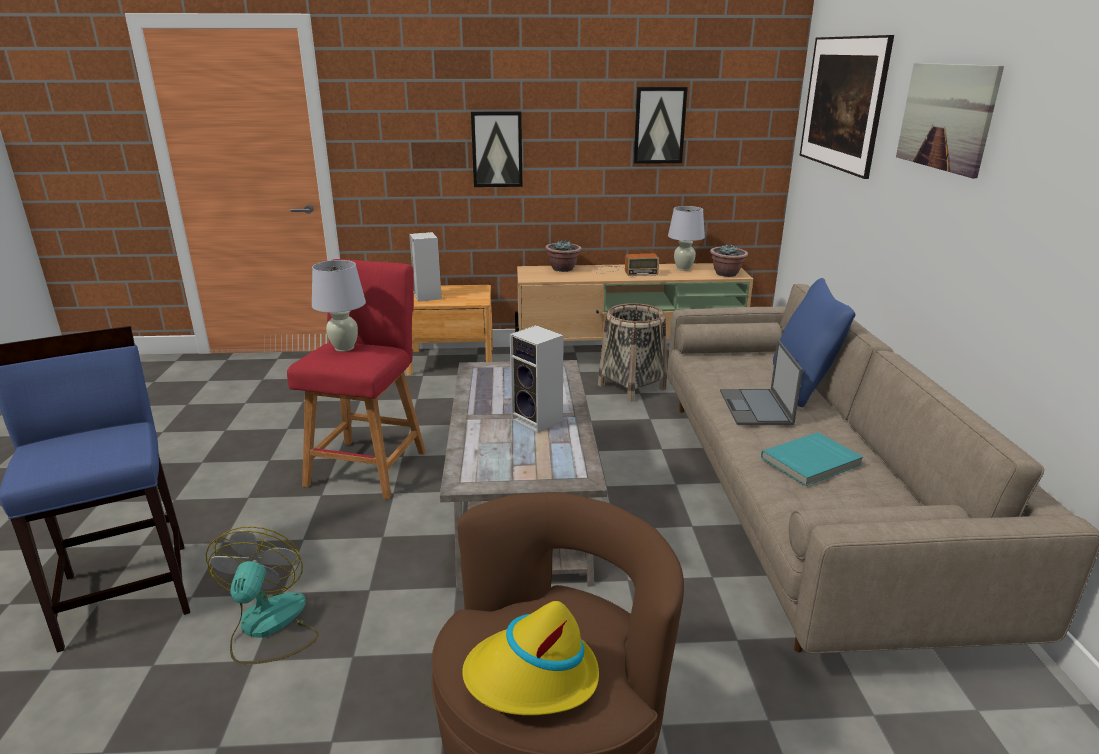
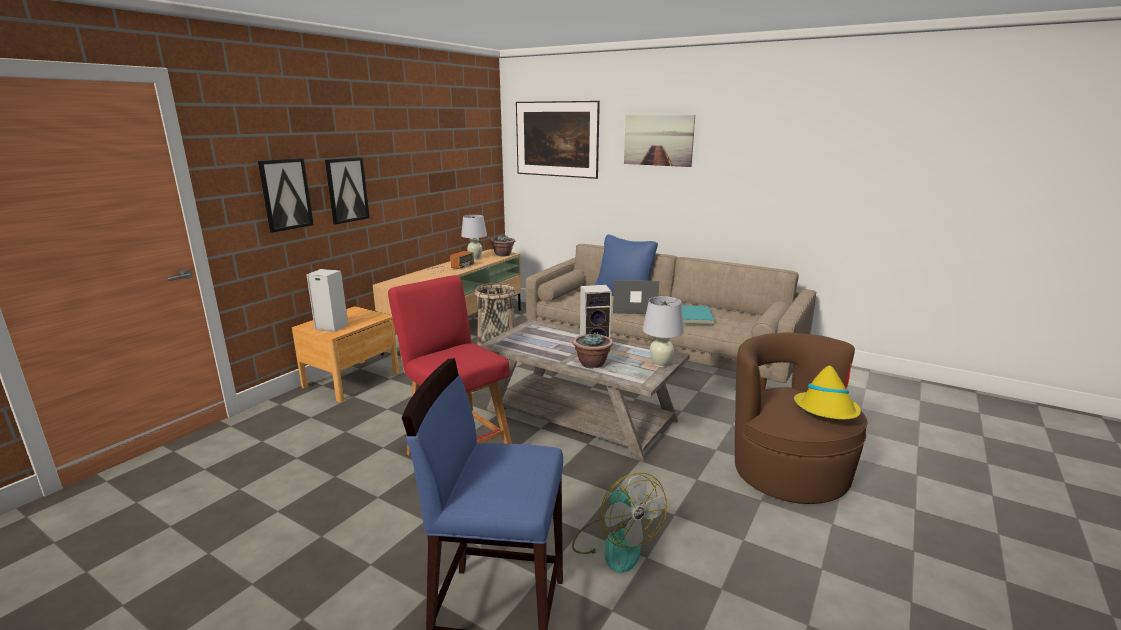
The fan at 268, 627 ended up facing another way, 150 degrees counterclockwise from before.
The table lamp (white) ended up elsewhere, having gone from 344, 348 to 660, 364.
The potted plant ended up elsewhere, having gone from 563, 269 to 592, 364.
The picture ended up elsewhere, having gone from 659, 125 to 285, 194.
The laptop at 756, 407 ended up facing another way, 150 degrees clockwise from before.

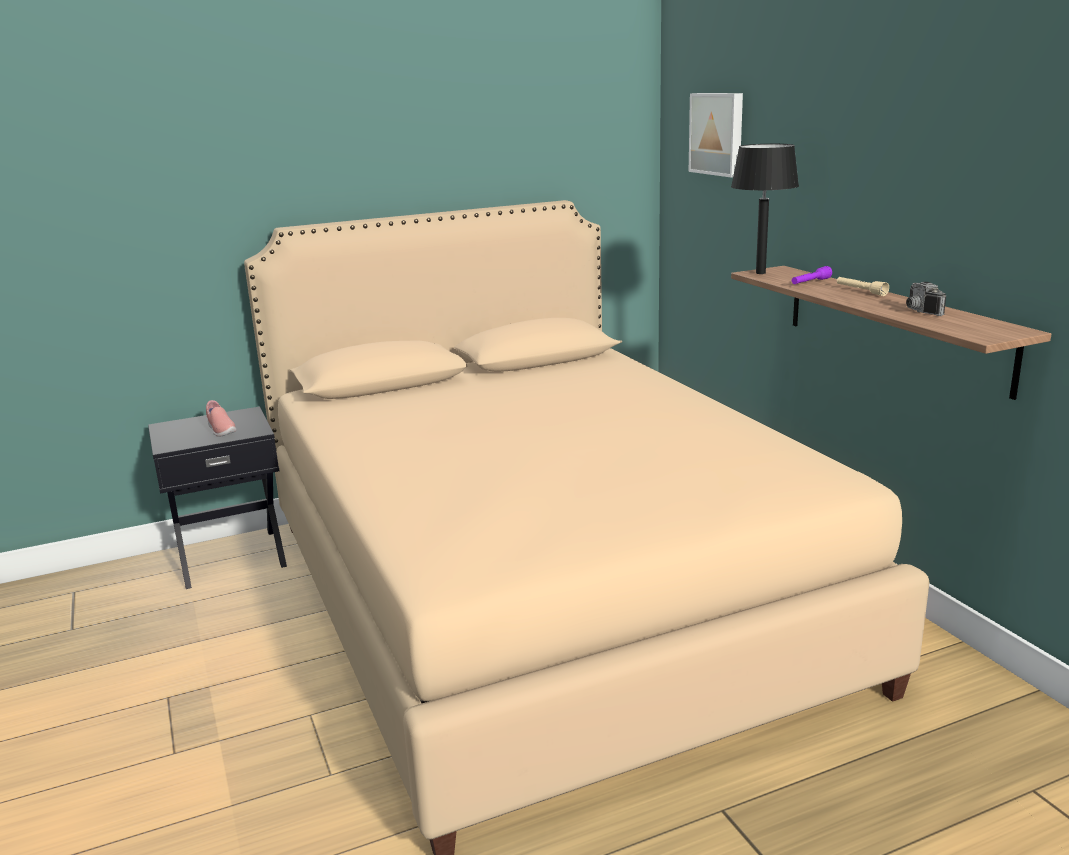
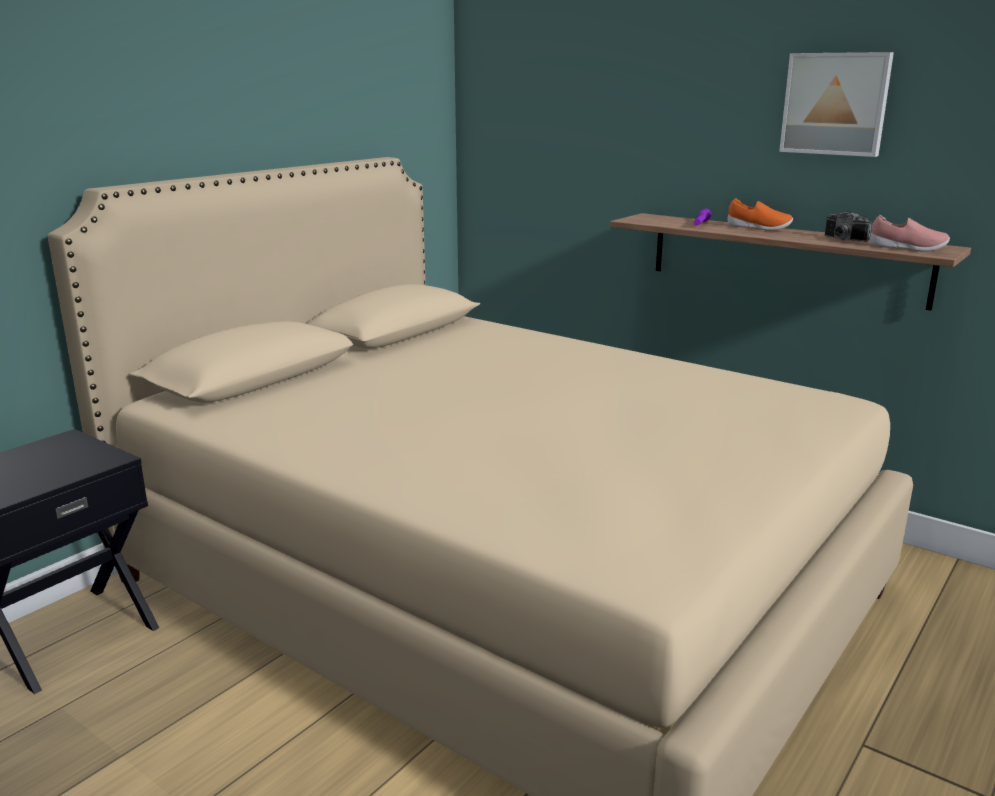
The shoe (pink) ended up elsewhere, having gone from 221, 430 to 907, 248.
The picture ended up elsewhere, having gone from 718, 134 to 835, 104.
The second view lost the table lamp (black) at 760, 273.
Where the flashlight (beige) stood at 860, 291, the shoe (orange) came to stand at 758, 228.

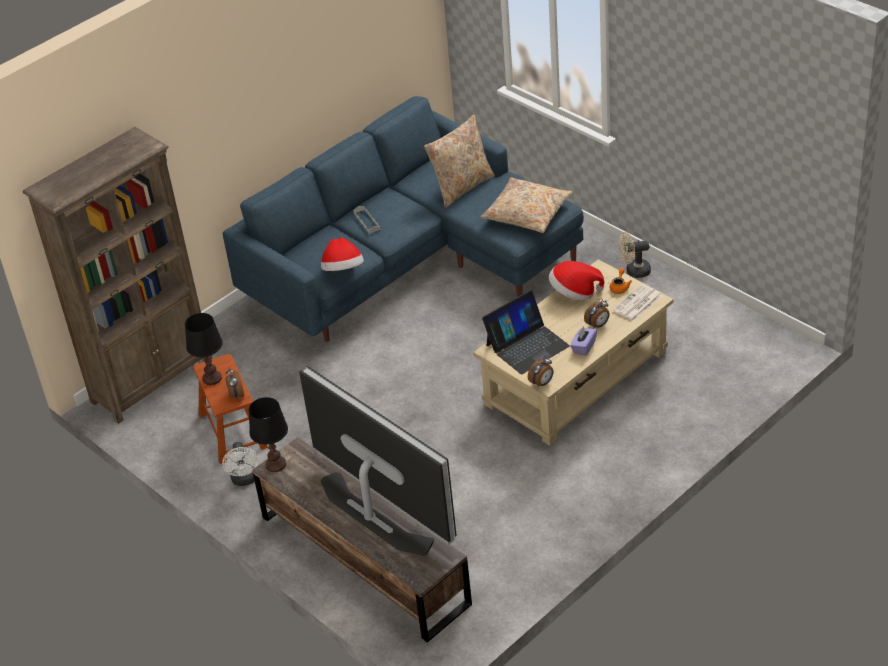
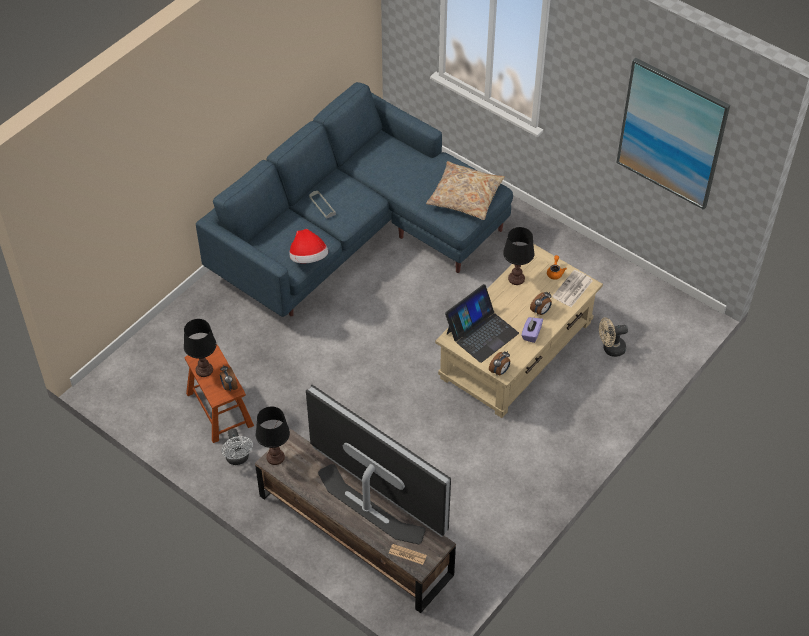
The second view lost the bookcase (brown) at 153, 380.
The second view lost the pillow (beige) at 462, 187.
Where the hat stood at 574, 293, the table lamp (black) came to stand at 516, 278.
The fan (beige) ended up elsewhere, having gone from 634, 271 to 610, 349.
The second view gained the newspaper at 407, 554.
The second view gained the picture at 671, 133.

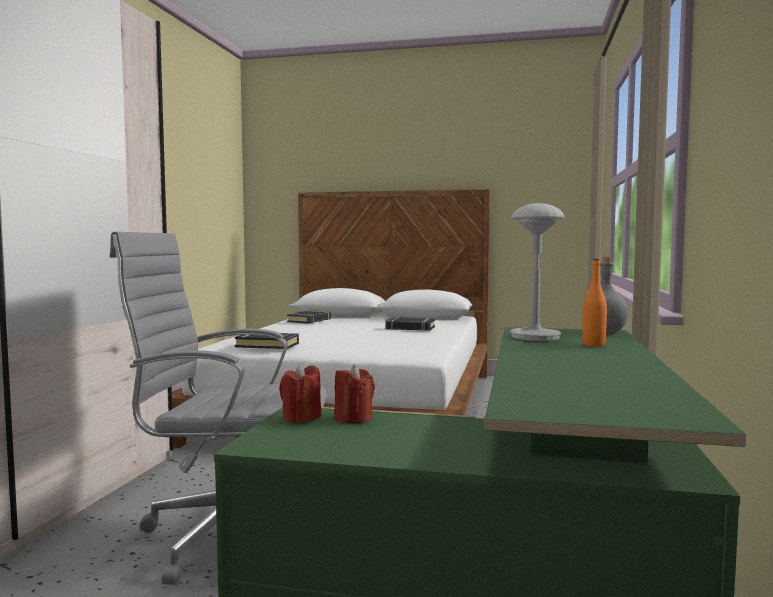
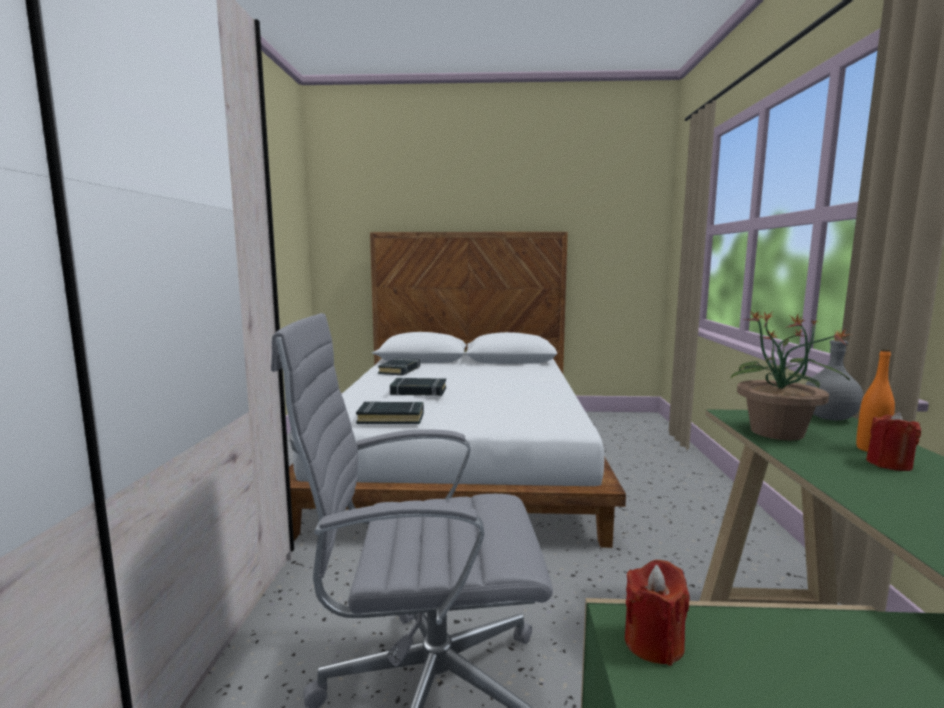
The candle (red) ended up elsewhere, having gone from 353, 418 to 889, 464.
The book (black) ended up elsewhere, having gone from 410, 328 to 418, 391.
Where the table lamp (grey) stood at 534, 337, the potted plant came to stand at 777, 433.

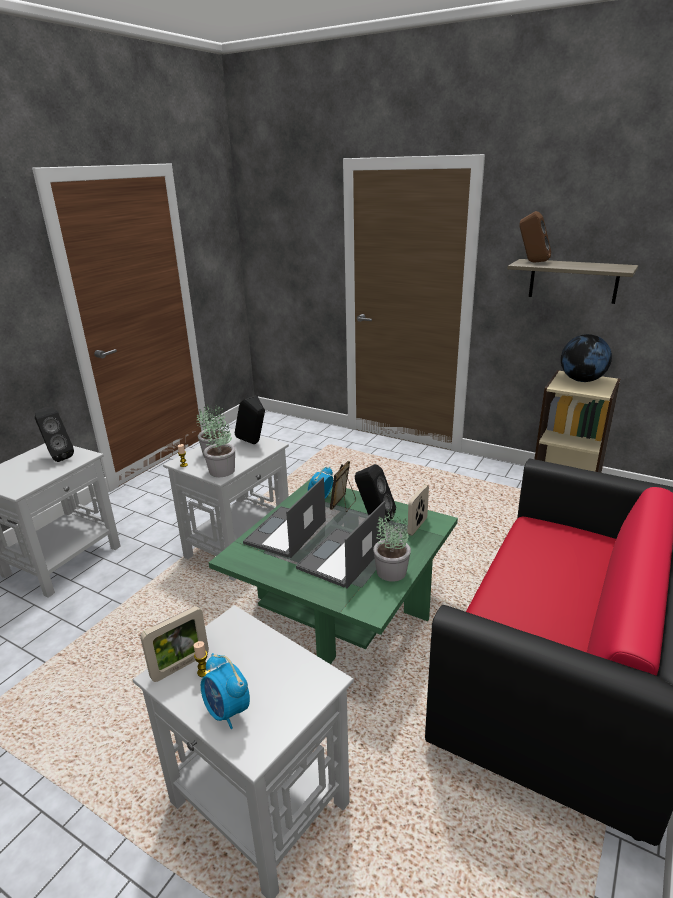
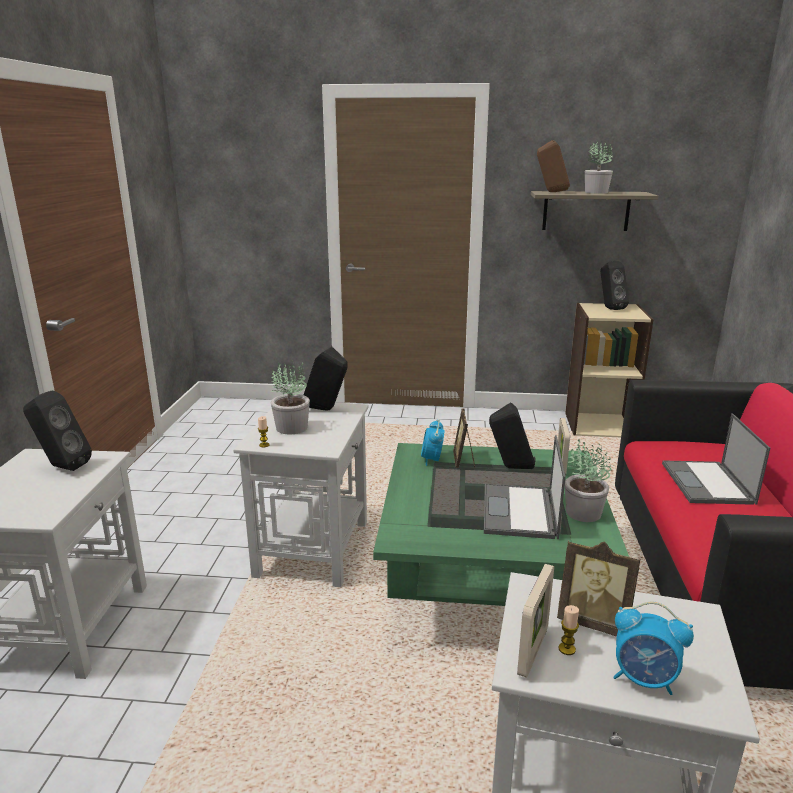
The potted plant ended up elsewhere, having gone from 221, 471 to 595, 192.
The laptop ended up elsewhere, having gone from 285, 533 to 708, 483.
Where the globe stood at 581, 380, the speaker (black) came to stand at 609, 308.
The second view gained the picture frame at 593, 621.

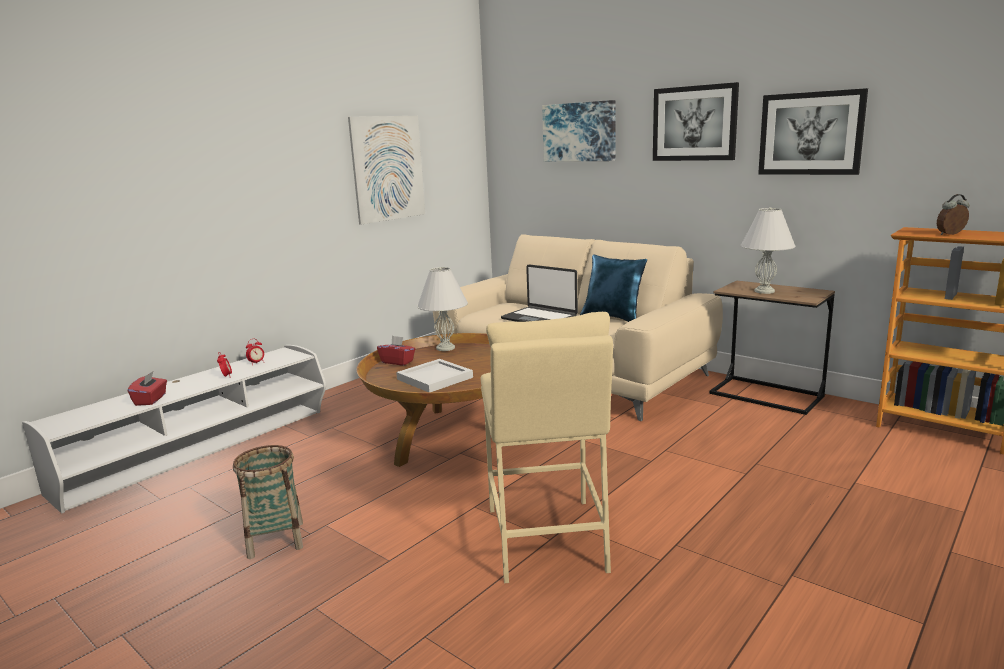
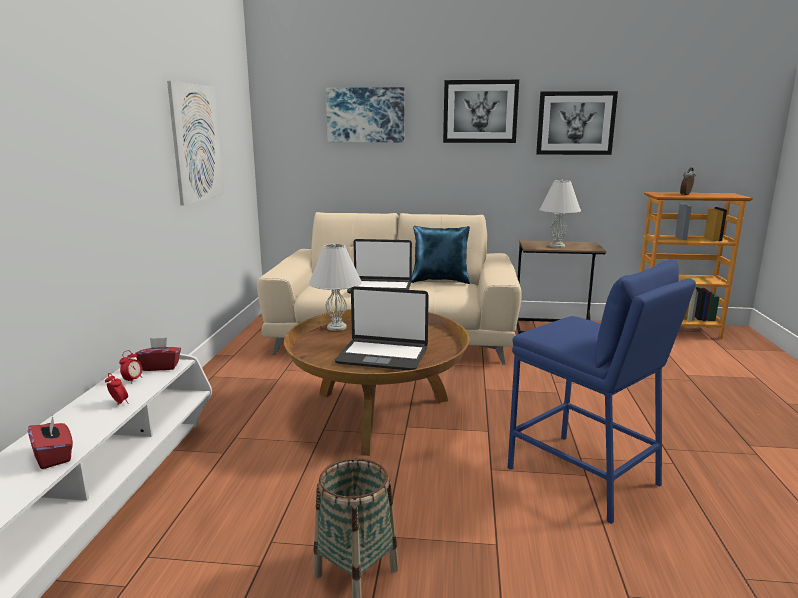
The tissue box (red) ended up elsewhere, having gone from 397, 362 to 160, 367.
Where the tray (white) stood at 436, 378, the laptop came to stand at 382, 356.
What was the stool (beige) at 546, 539 turned into the stool (blue) at 583, 476.

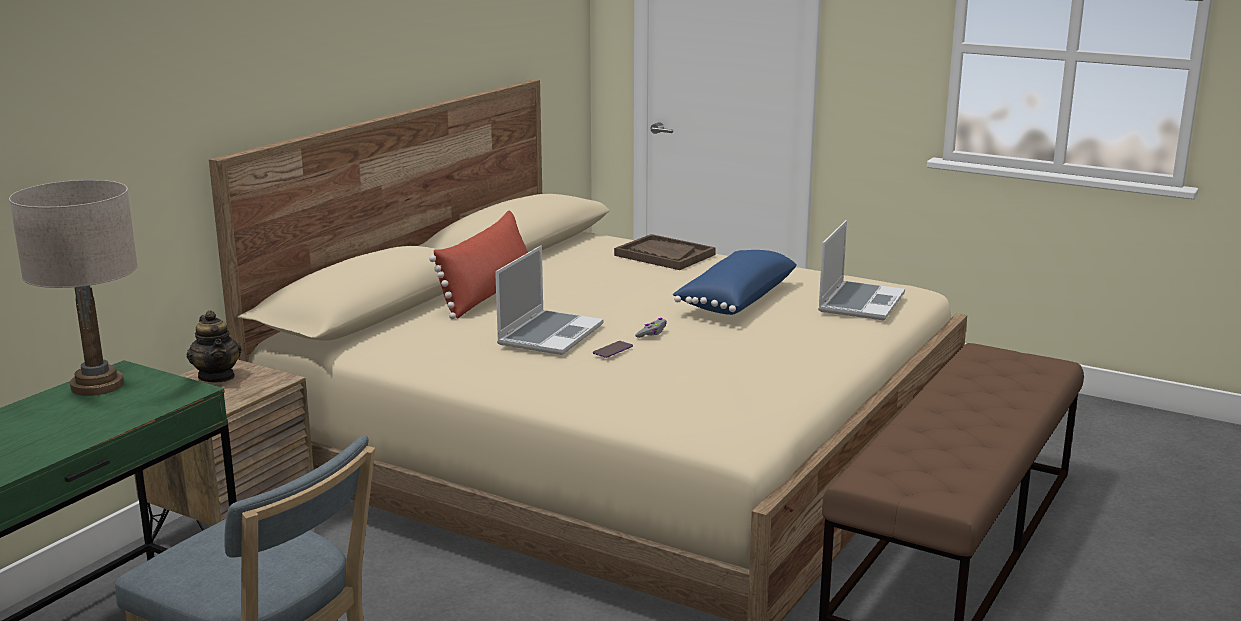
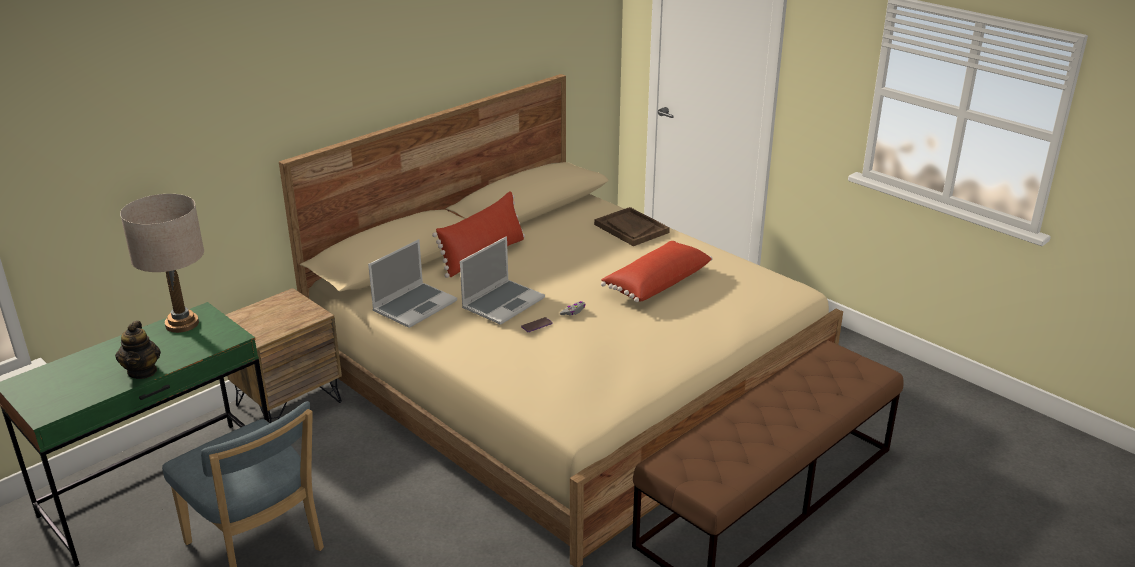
The teapot ended up elsewhere, having gone from 217, 376 to 142, 371.
What was the pillow (blue) at 734, 300 turned into the pillow (red) at 655, 283.
The laptop ended up elsewhere, having gone from 860, 302 to 415, 306.

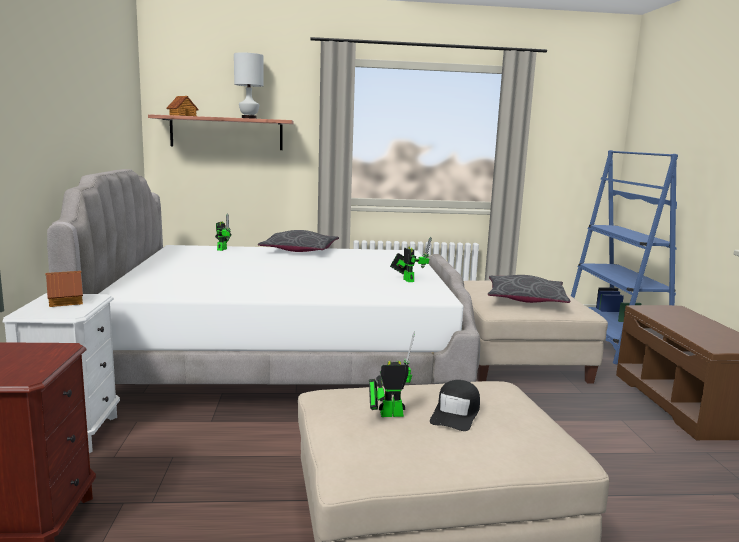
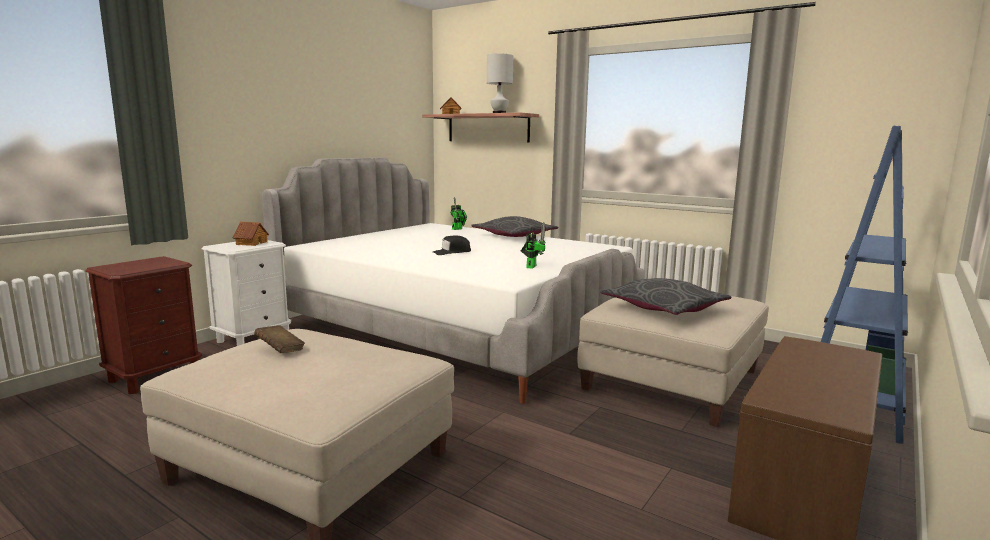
Where the toy robot stood at 387, 414, the book (brown) came to stand at 280, 350.
The cap (black) ended up elsewhere, having gone from 456, 413 to 451, 252.

